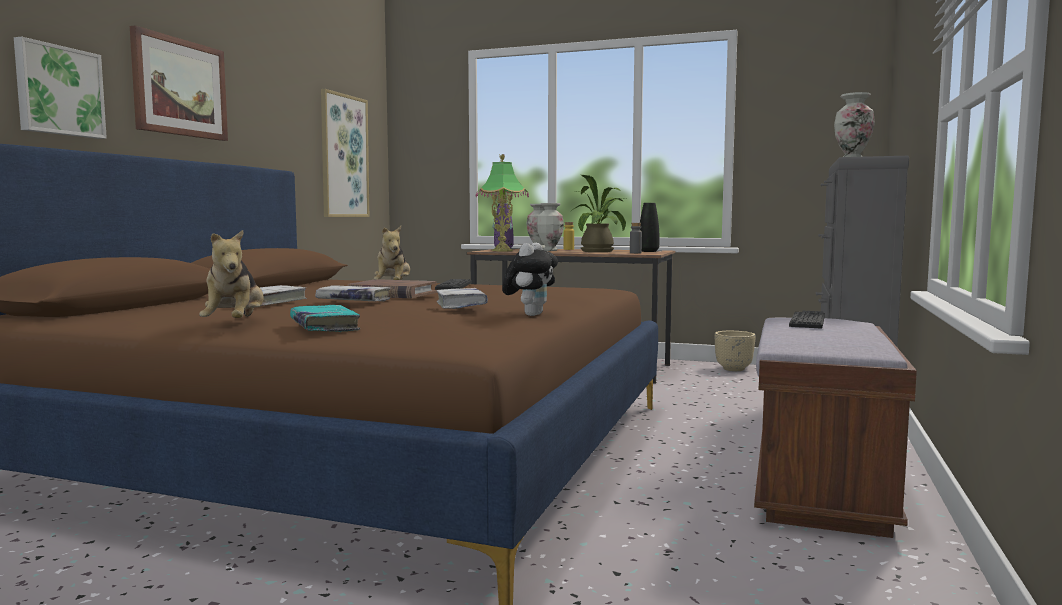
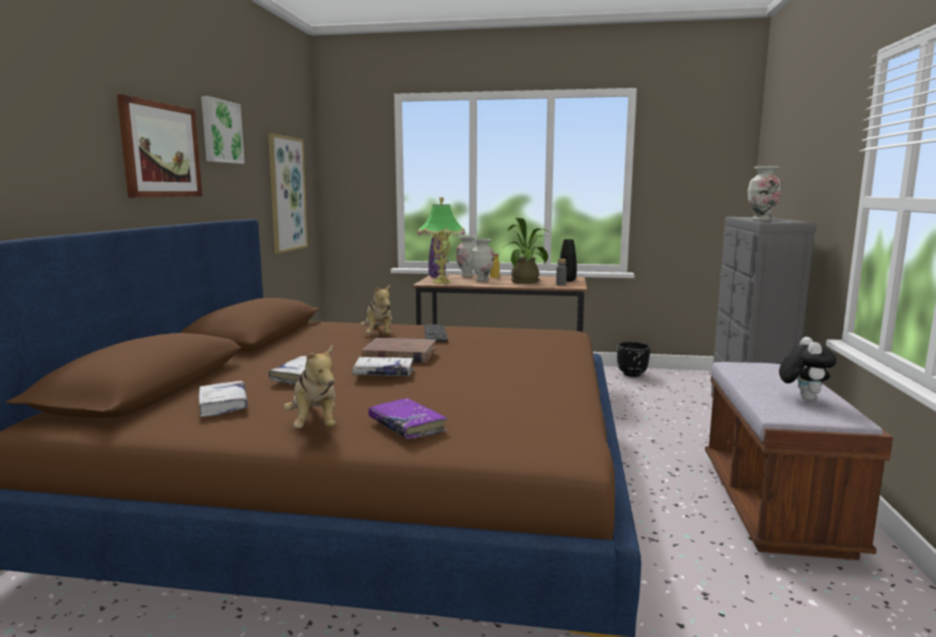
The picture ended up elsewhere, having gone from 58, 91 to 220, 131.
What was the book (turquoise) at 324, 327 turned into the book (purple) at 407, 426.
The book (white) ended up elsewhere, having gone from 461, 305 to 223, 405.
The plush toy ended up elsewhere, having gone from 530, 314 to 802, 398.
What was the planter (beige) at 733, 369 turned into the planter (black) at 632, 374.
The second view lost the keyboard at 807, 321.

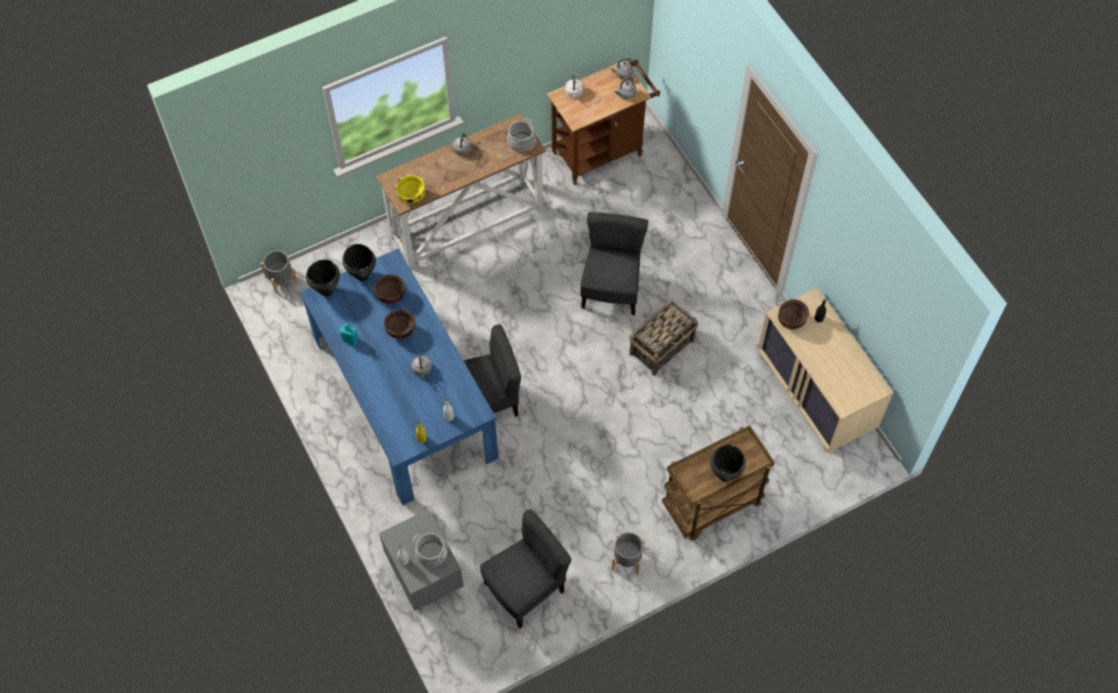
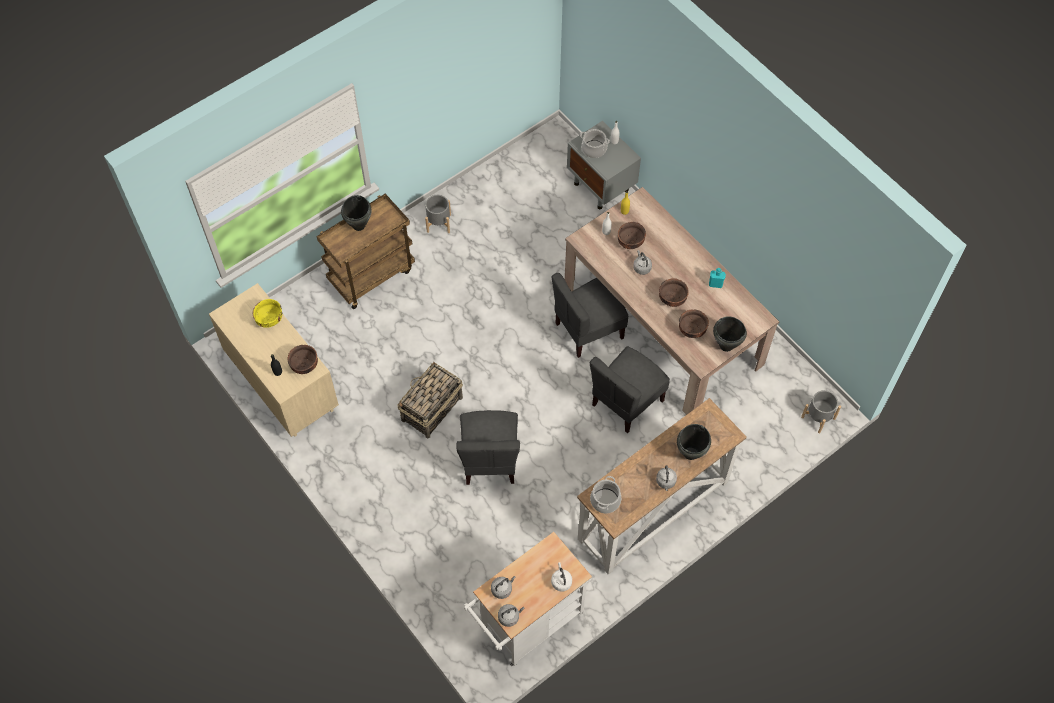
What was the dining table (blue) at 404, 397 turned into the dining table (beige) at 662, 324.
The cooking pot (black) ended up elsewhere, having gone from 326, 290 to 691, 453.
The bowl (yellow) ended up elsewhere, having gone from 411, 196 to 270, 320.
The chair (grey) ended up elsewhere, having gone from 525, 589 to 626, 402.
What was the cart (brown) at 602, 151 turned into the cart (white) at 527, 624.
The second view gained the bowl (brown) at 631, 242.

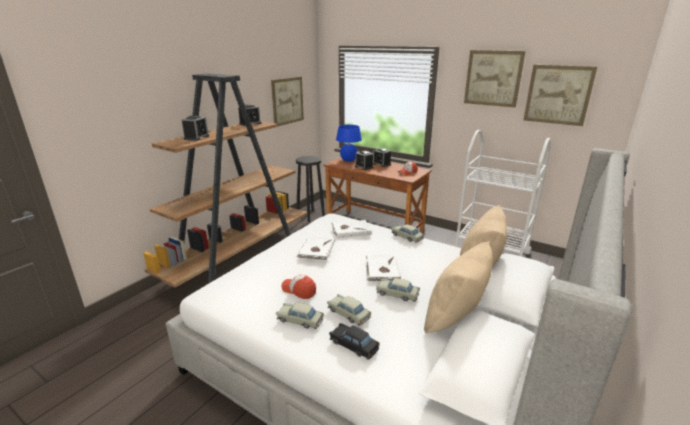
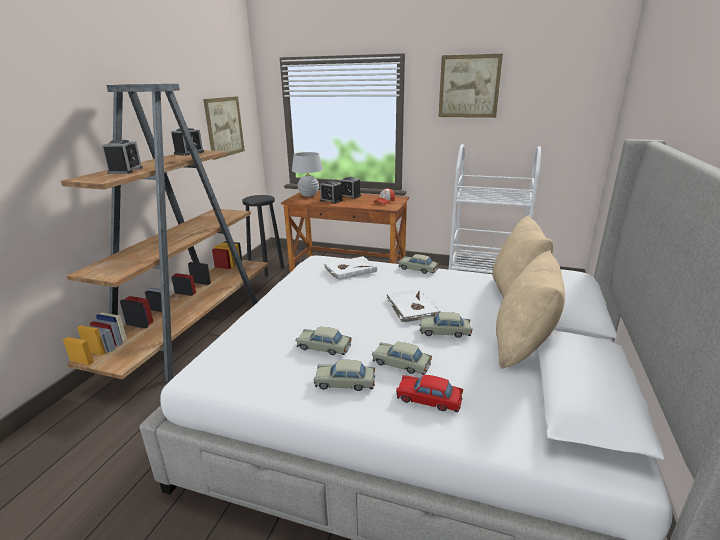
Where the cap stood at 299, 290, the toy car (beige) came to stand at 323, 347.
The second view lost the book (white) at 316, 250.
What was the toy car (black) at 353, 345 turned into the toy car (red) at 428, 399.
What was the table lamp (blue) at 348, 160 turned into the table lamp (white) at 309, 195.
The second view lost the picture at 558, 95.

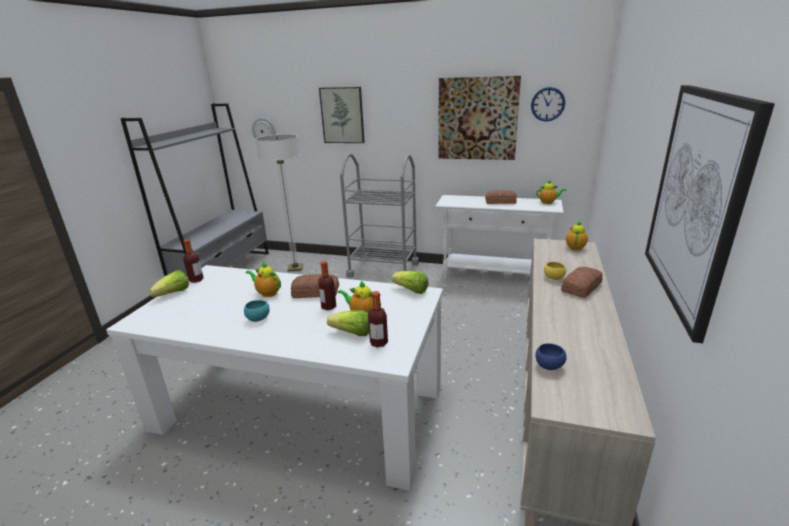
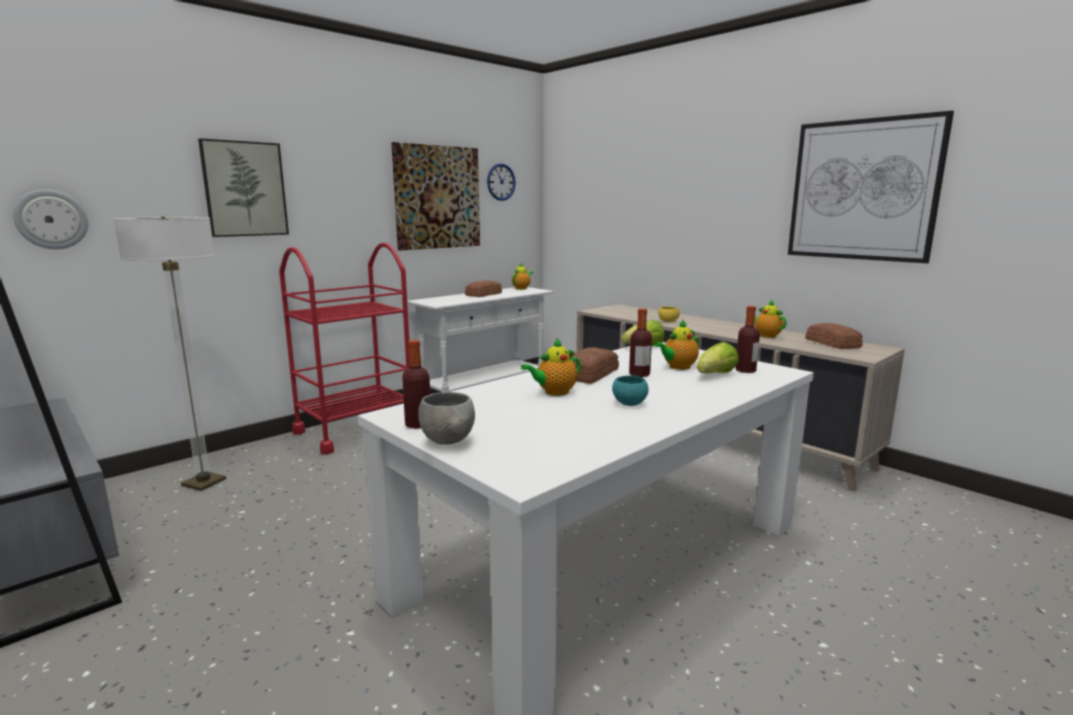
Where the lettuce stood at 173, 293, the bowl (grey) came to stand at 448, 442.
What was the cart (grey) at 383, 269 turned into the cart (red) at 355, 430.
The second view lost the bowl (blue) at 549, 366.
The bread ended up elsewhere, having gone from 582, 287 to 833, 343.
The teapot ended up elsewhere, having gone from 575, 247 to 766, 335.

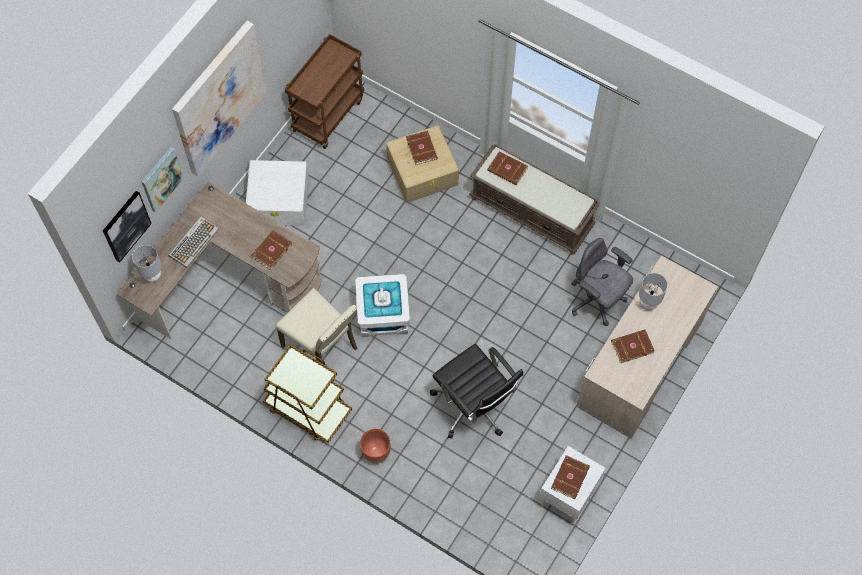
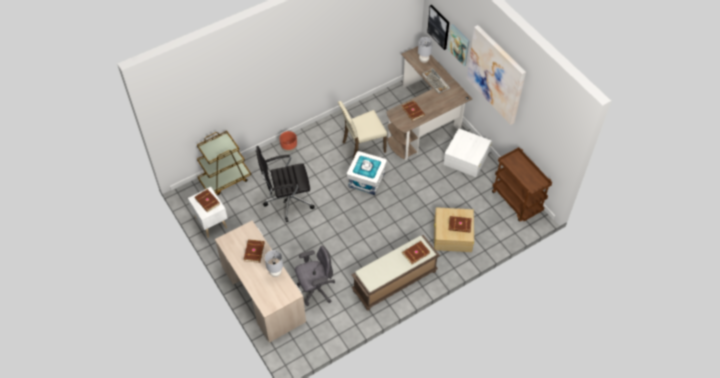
The cart (brown) ended up elsewhere, having gone from 308, 409 to 225, 179.

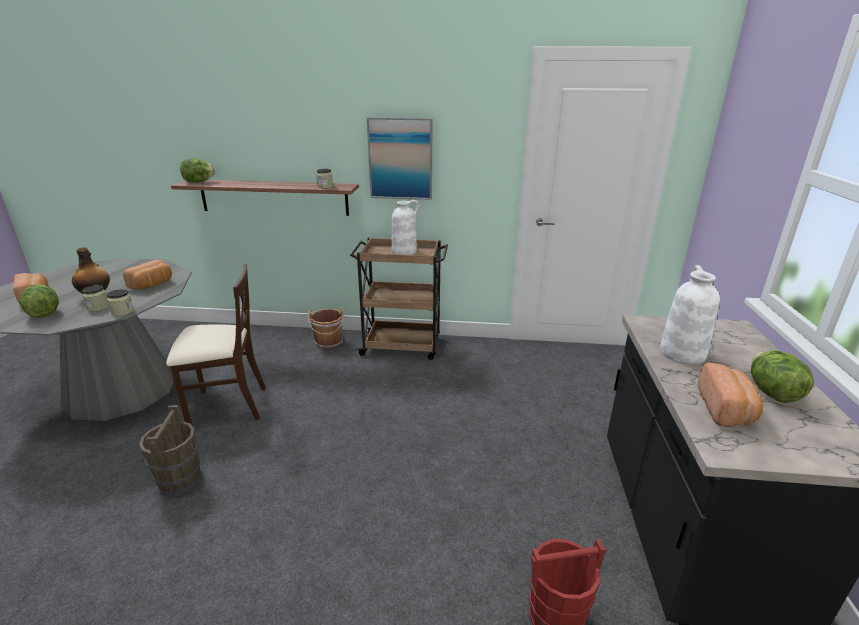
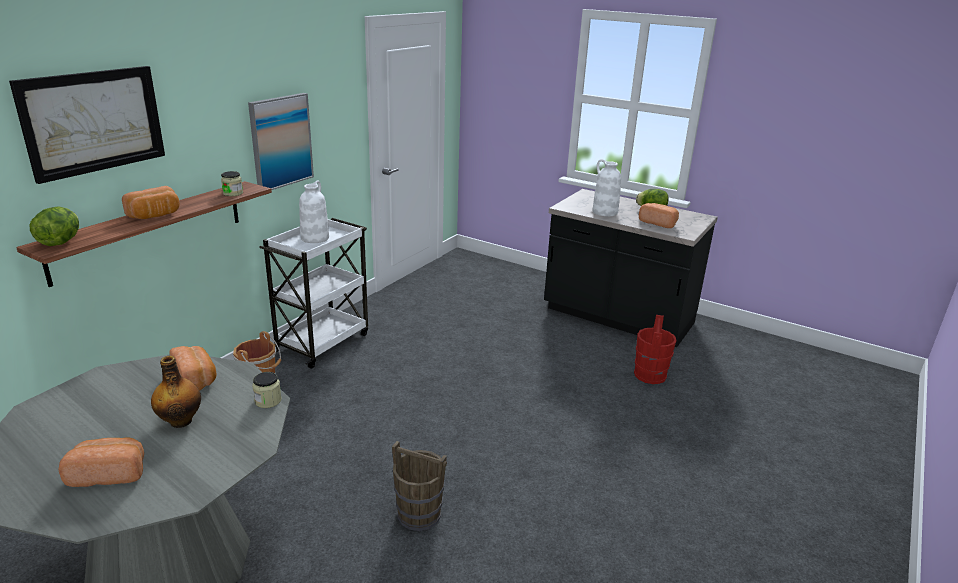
The second view lost the lettuce at 44, 313.
The second view lost the jar at 98, 307.
The second view lost the chair (beige) at 227, 406.
What was the cart (brown) at 402, 346 turned into the cart (white) at 323, 342.
The second view gained the picture at 93, 121.
The second view gained the bread at 155, 215.

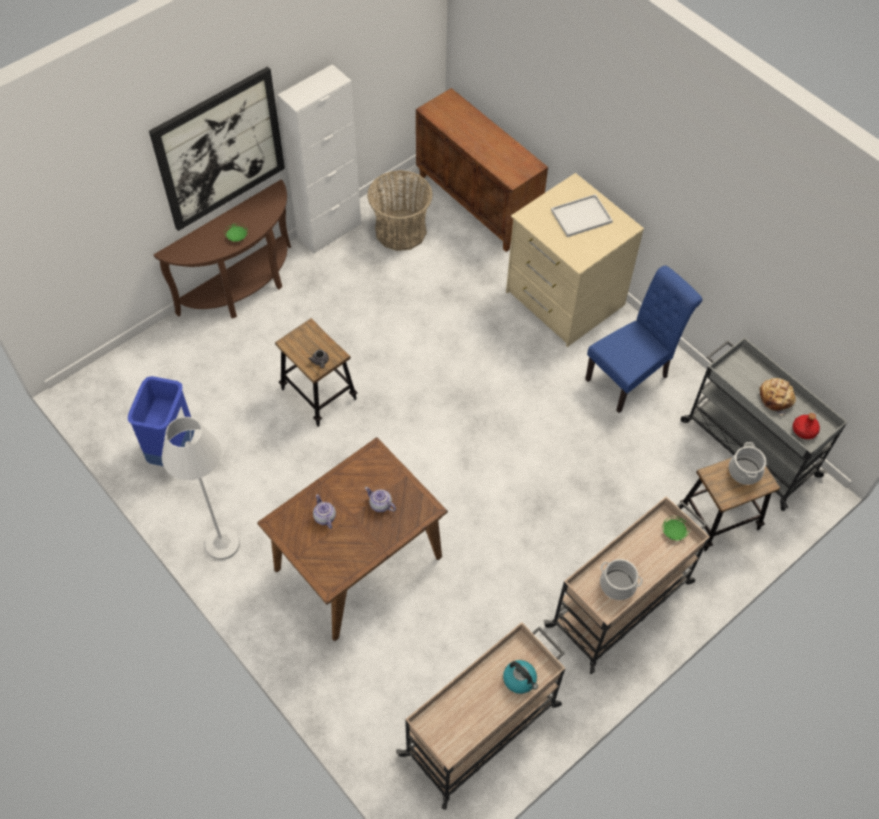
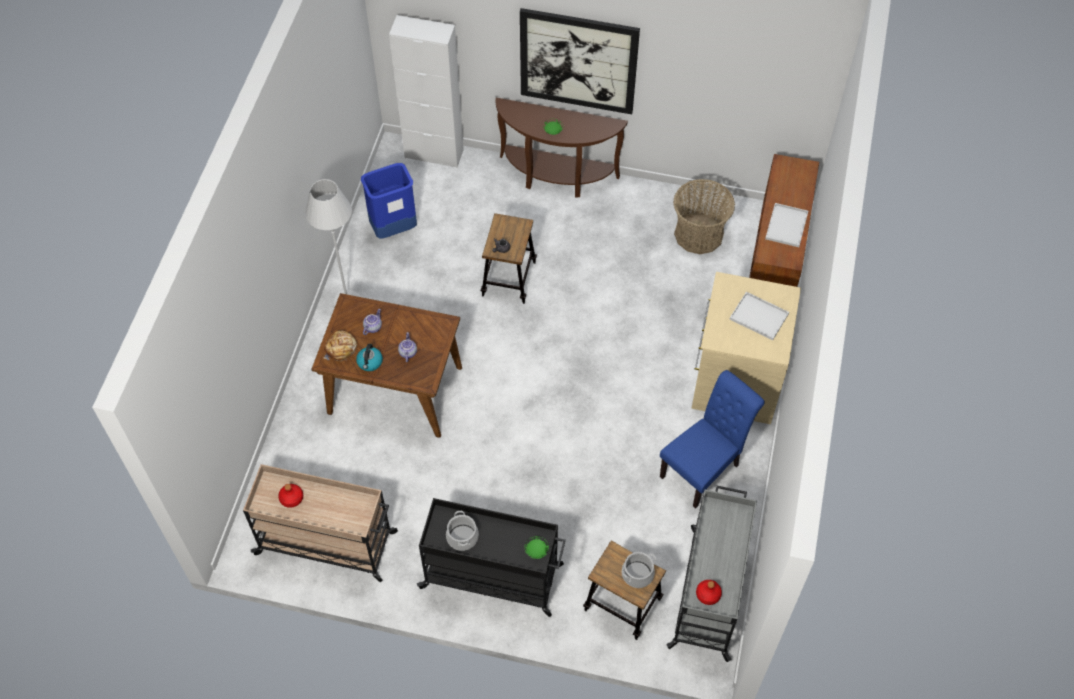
The cabinet (white) ended up elsewhere, having gone from 329, 231 to 434, 153.
The kettle ended up elsewhere, having gone from 520, 679 to 370, 362.
What was the cart (beige) at 621, 603 turned into the cart (black) at 493, 576.
The chair (blue) at 631, 376 ended up facing another way, 60 degrees counterclockwise from before.
The bread ended up elsewhere, having gone from 776, 398 to 341, 349.
The second view gained the bottle (red) at 291, 498.
The second view gained the tray (white) at 786, 225.

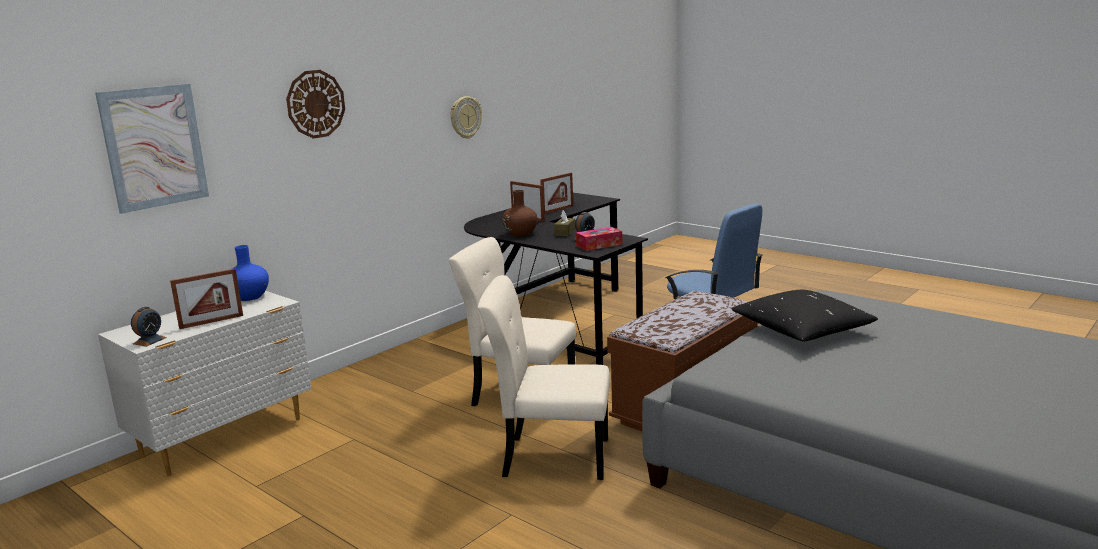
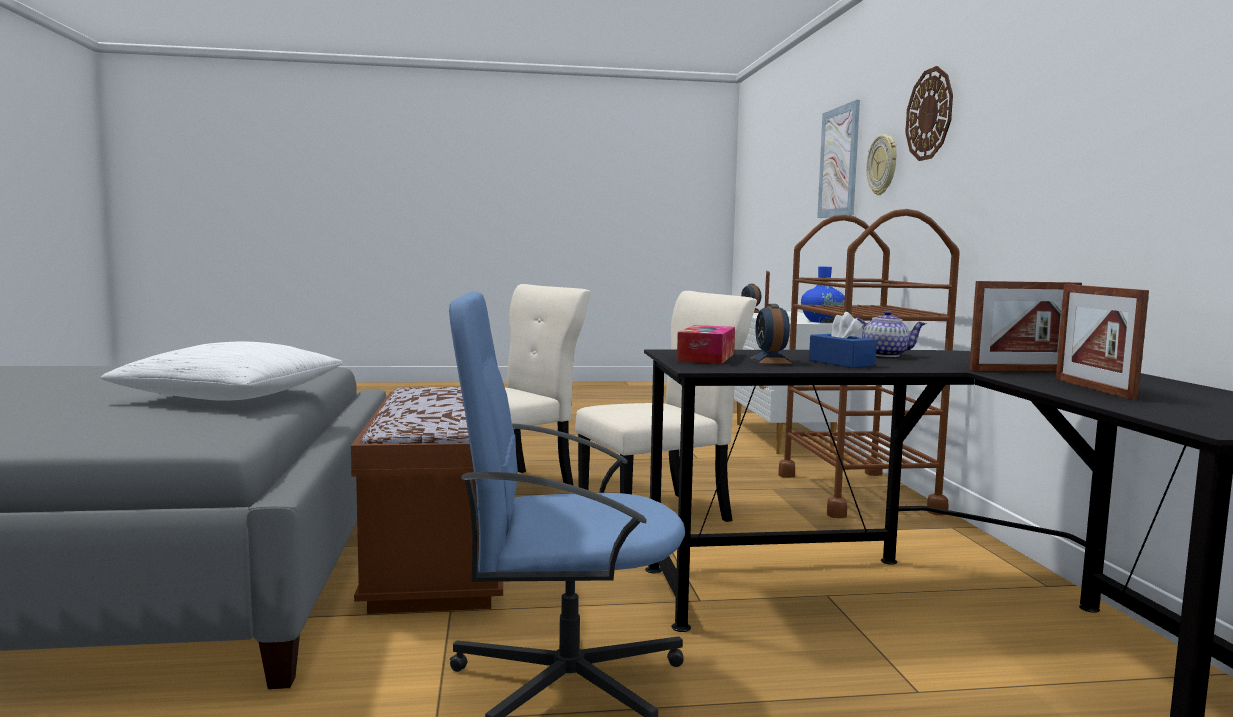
The wall clock ended up elsewhere, having gone from 465, 117 to 883, 165.
Where the vase (brown) stood at 520, 234, the teapot came to stand at 884, 355.
What was the tissue box (brown) at 565, 232 turned into the tissue box (blue) at 841, 363.
What was the pillow (black) at 802, 330 turned into the pillow (white) at 231, 397.
The second view gained the cart (brown) at 857, 493.

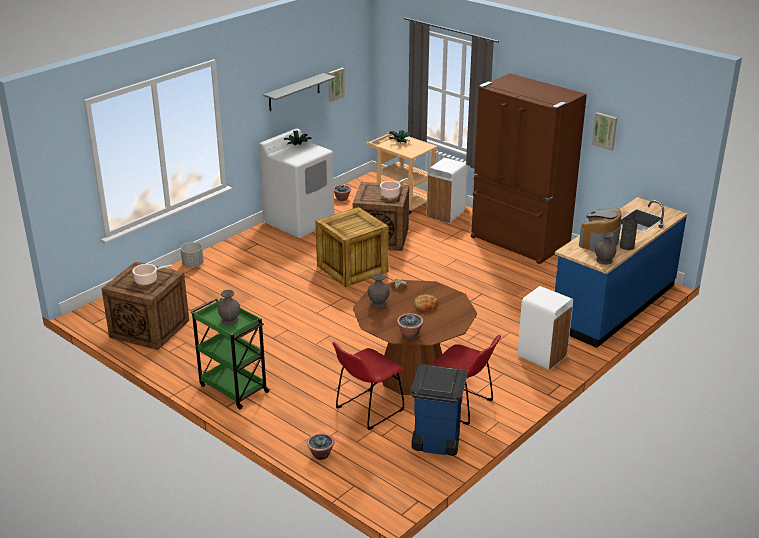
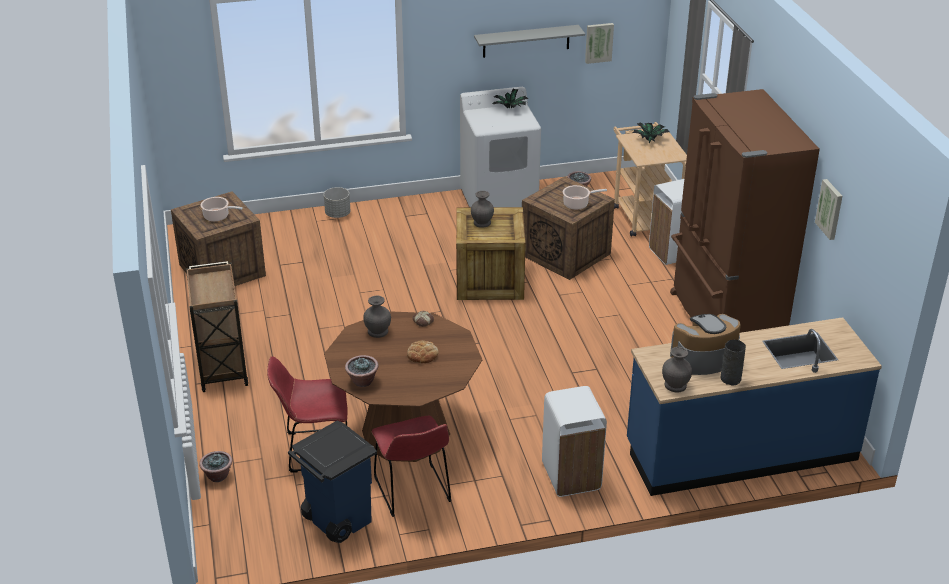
What was the cart (green) at 232, 388 turned into the cart (brown) at 222, 366.
The vase (grey) ended up elsewhere, having gone from 229, 320 to 481, 223.

